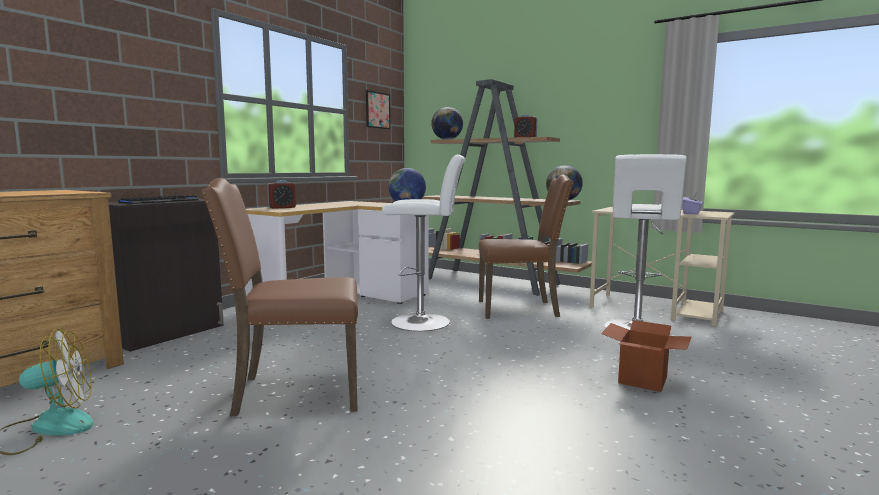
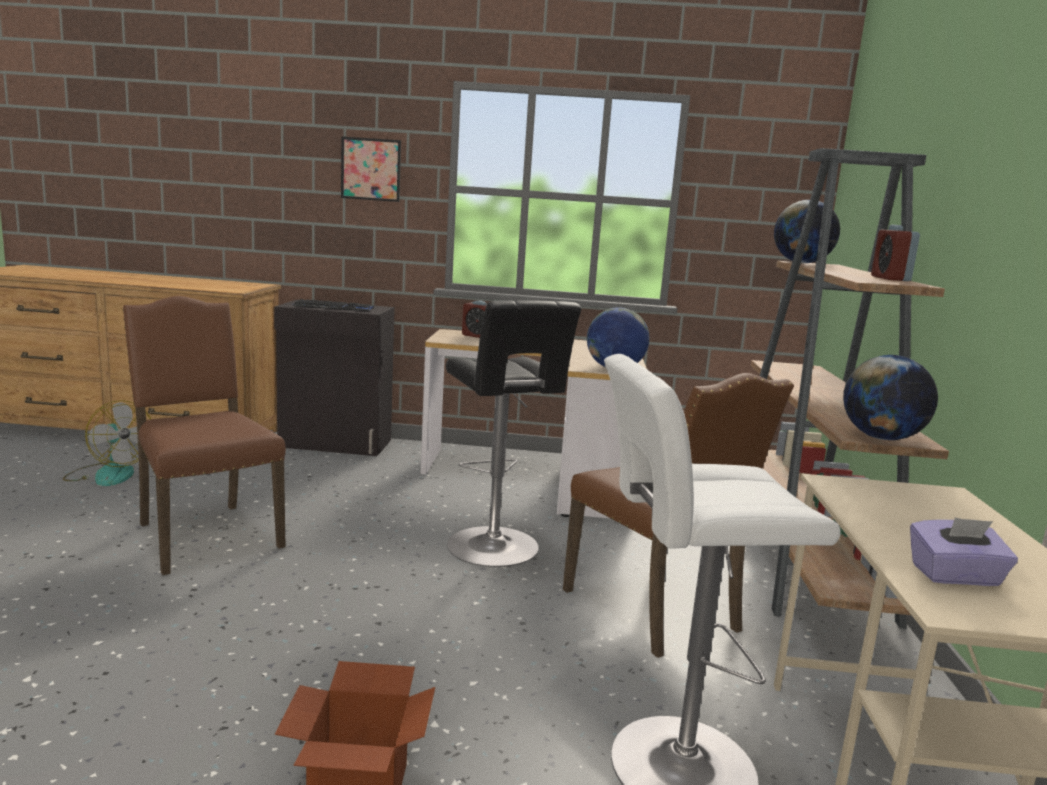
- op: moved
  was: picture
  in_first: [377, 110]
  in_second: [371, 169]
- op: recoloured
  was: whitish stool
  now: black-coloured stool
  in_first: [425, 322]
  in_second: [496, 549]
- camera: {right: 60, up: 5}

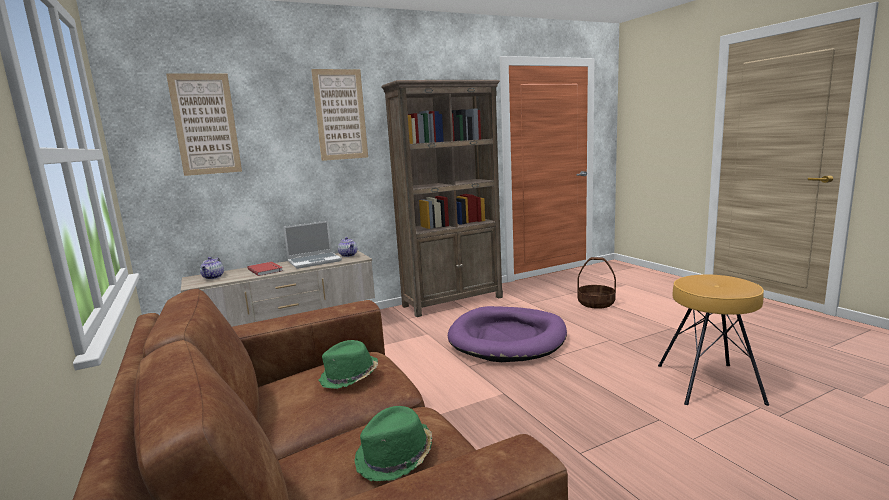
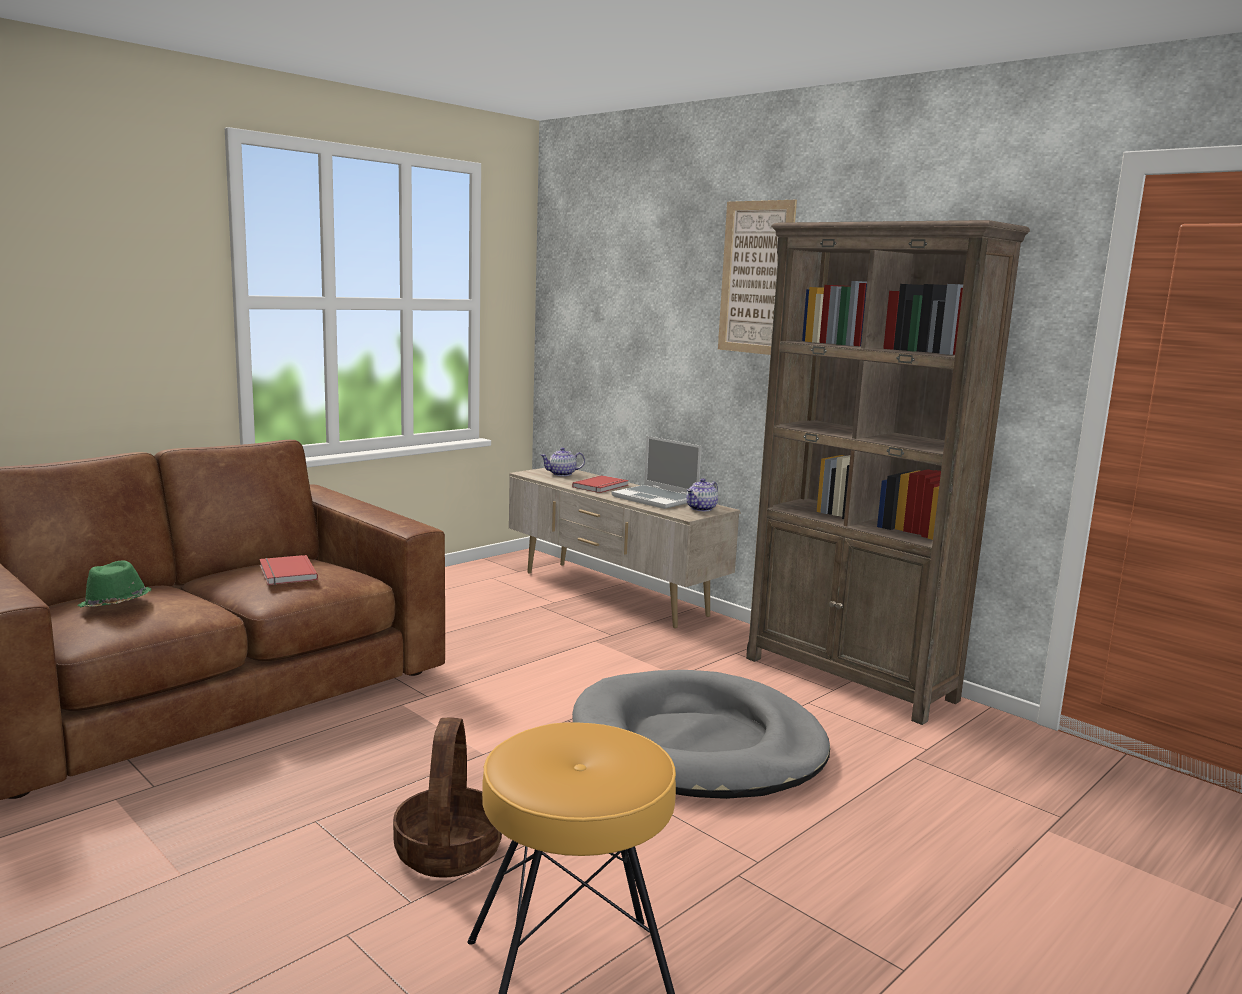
- op: replaced
  was: green hat
  now: red-coloured volume
  in_first: [349, 377]
  in_second: [285, 573]
- op: moved
  was: basket
  in_first: [596, 303]
  in_second: [449, 851]
- op: recoloured
  was: purple dog bed
  now: greyish dog bed
  in_first: [507, 338]
  in_second: [697, 744]
- op: removed
  was: picture
  in_first: [205, 124]
- camera: {right: 70, up: 0}

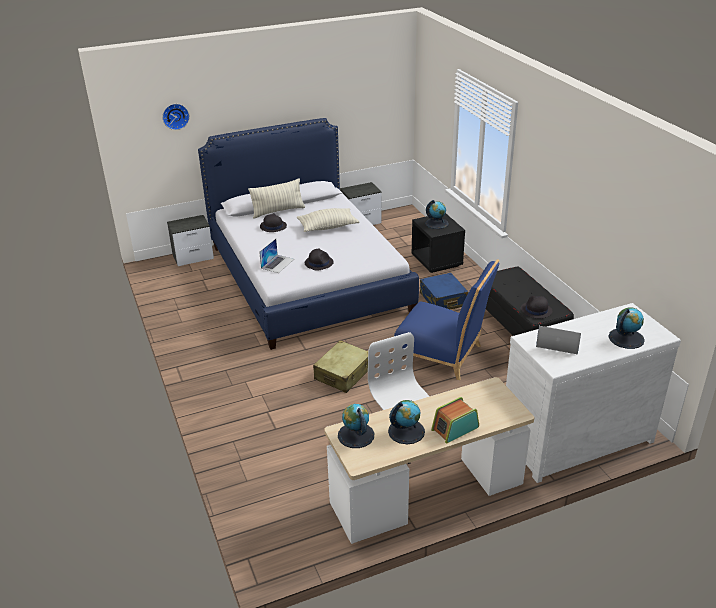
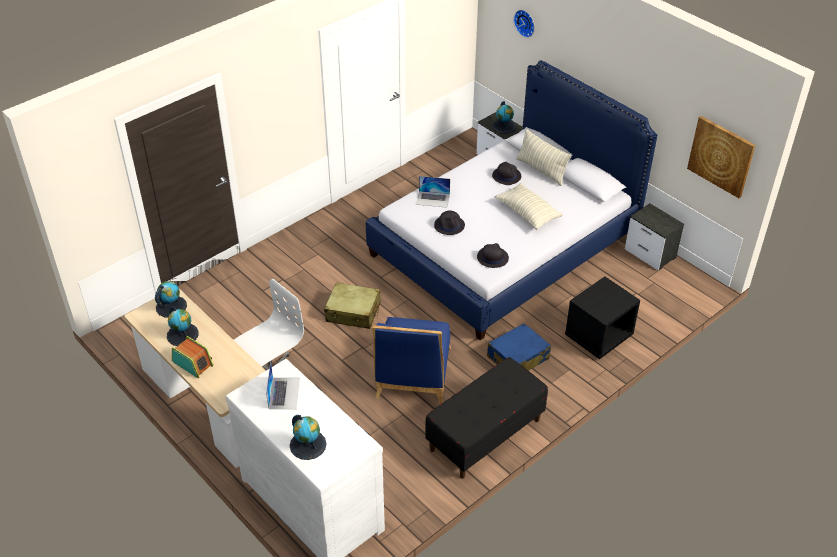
- op: moved
  was: black-coloured hat
  in_first: [536, 310]
  in_second: [492, 257]
- op: moved
  was: desk globe
  in_first: [437, 223]
  in_second: [504, 126]
- op: added
  now: picture
  in_second: [721, 156]
- camera: {right: 70, up: 10}

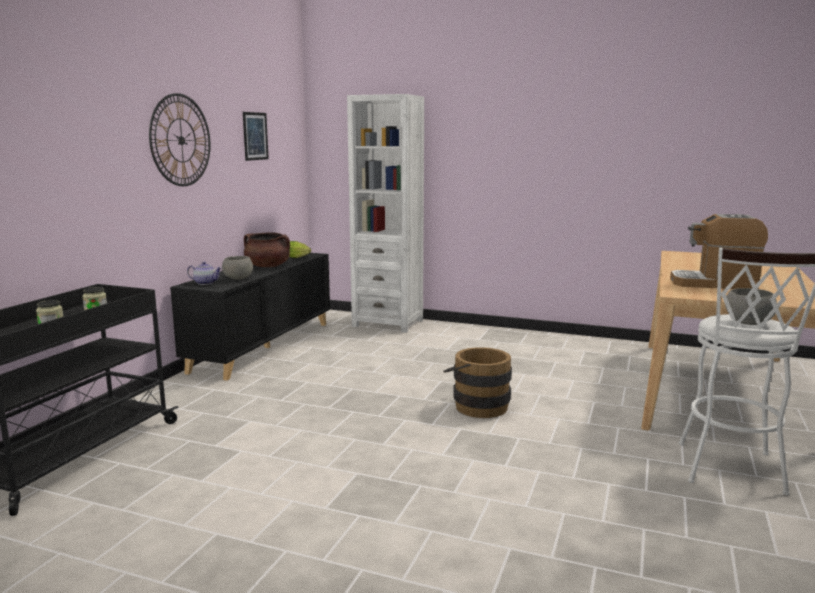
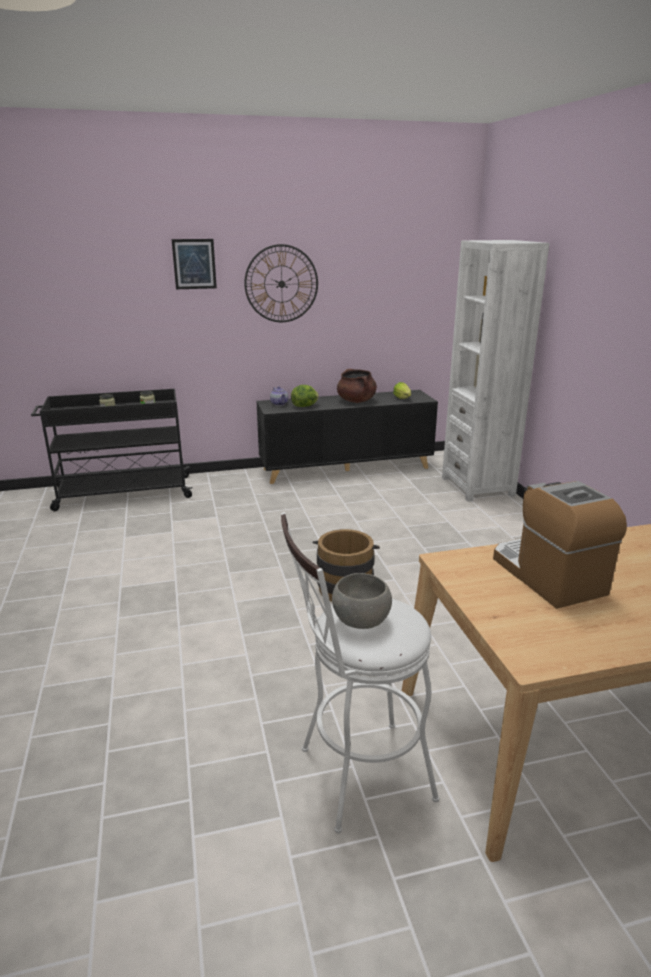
- op: moved
  was: picture
  in_first: [255, 136]
  in_second: [194, 264]
- op: replaced
  was: greyish serving bowl
  now: head of lettuce
  in_first: [237, 279]
  in_second: [305, 406]
- camera: {right: 55, up: 10}

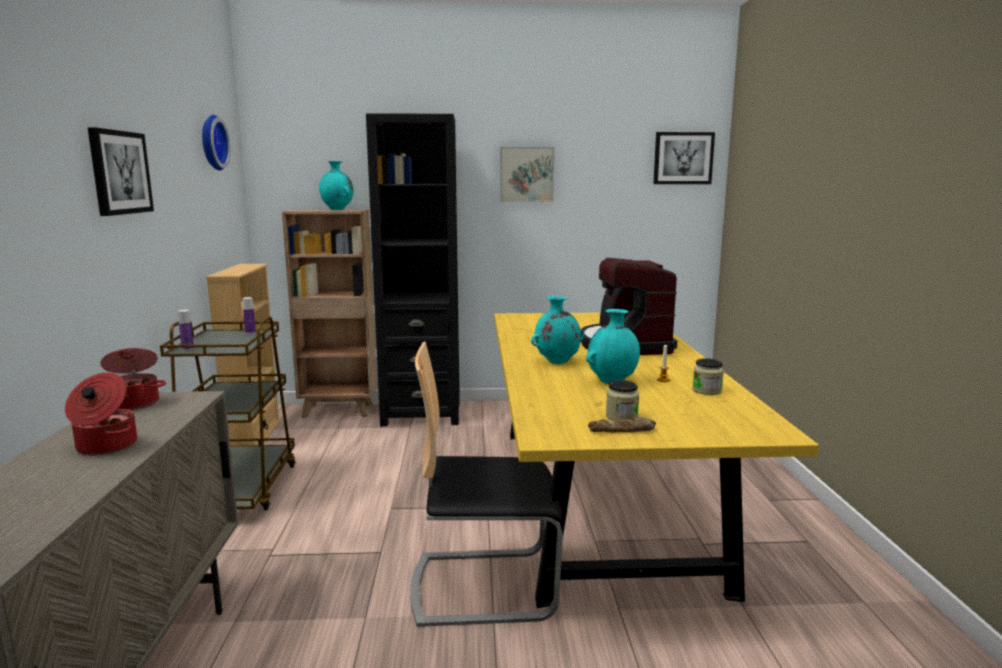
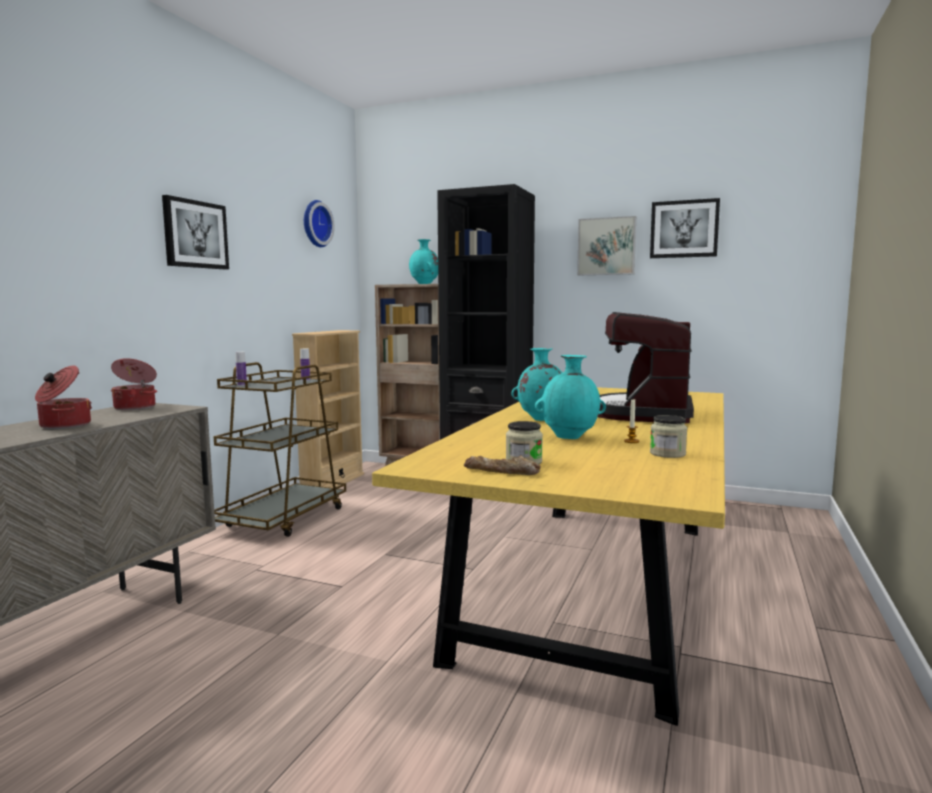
- op: moved
  was: picture
  in_first: [683, 158]
  in_second: [684, 229]
- op: removed
  was: upright chair
  in_first: [483, 585]
- camera: {right: 25, up: -5}

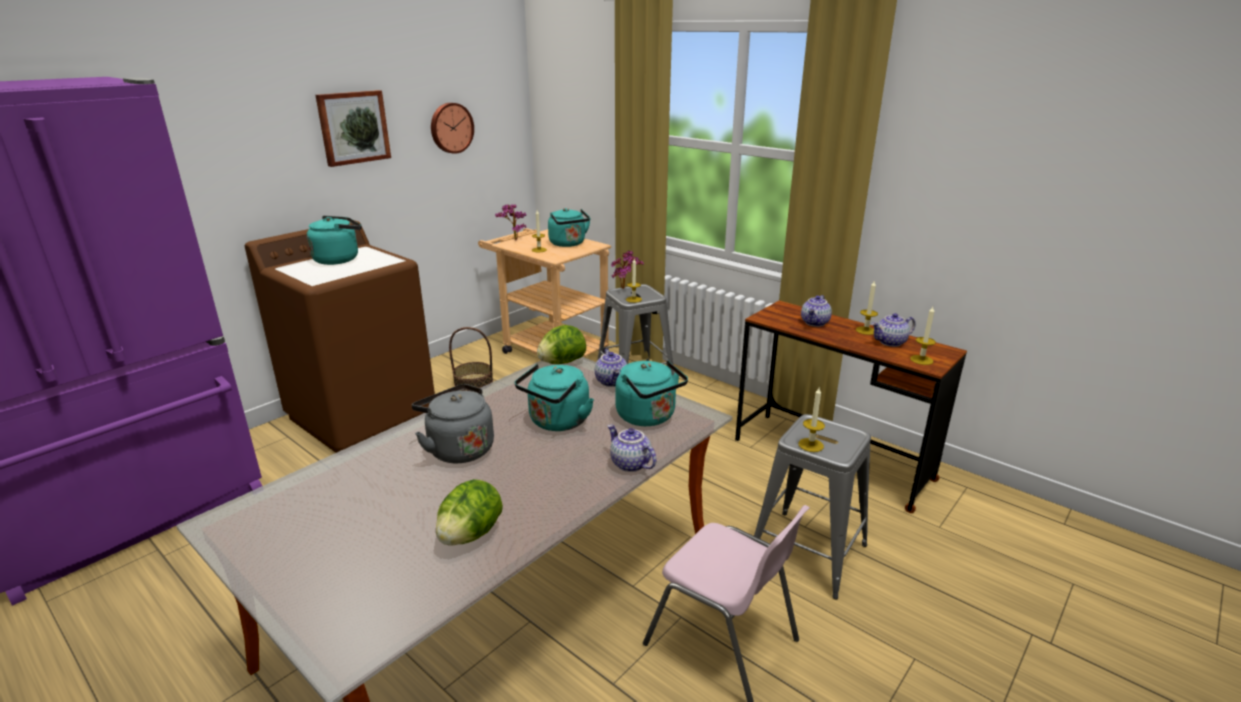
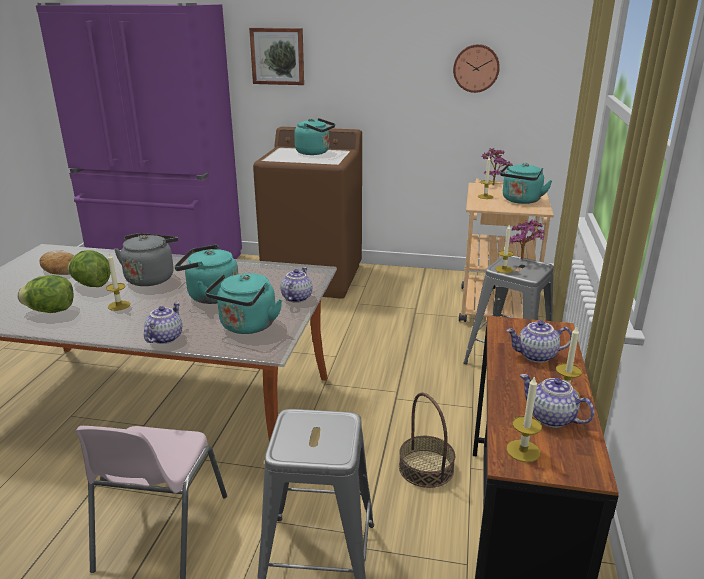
- op: added
  now: bread
  in_second: [60, 270]
- op: moved
  was: head of lettuce
  in_first: [562, 362]
  in_second: [91, 285]
- op: moved
  was: candle
  in_first: [811, 445]
  in_second: [119, 305]
- op: moved
  was: picture
  in_first: [353, 127]
  in_second: [278, 56]
- op: turned
  was: pot for tea
  in_first: [612, 382]
  in_second: [296, 297]
  clockwise: 150
- op: moved
  was: basket
  in_first: [473, 382]
  in_second: [426, 468]
- camera: {right: 60, up: 0}

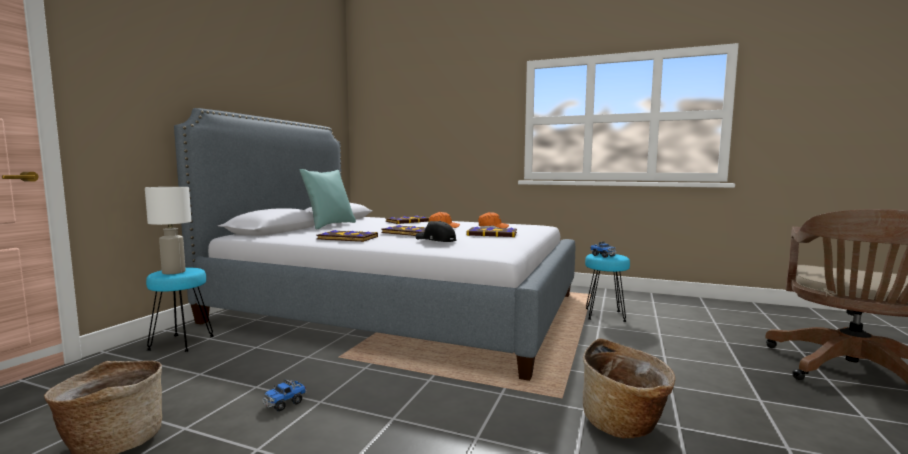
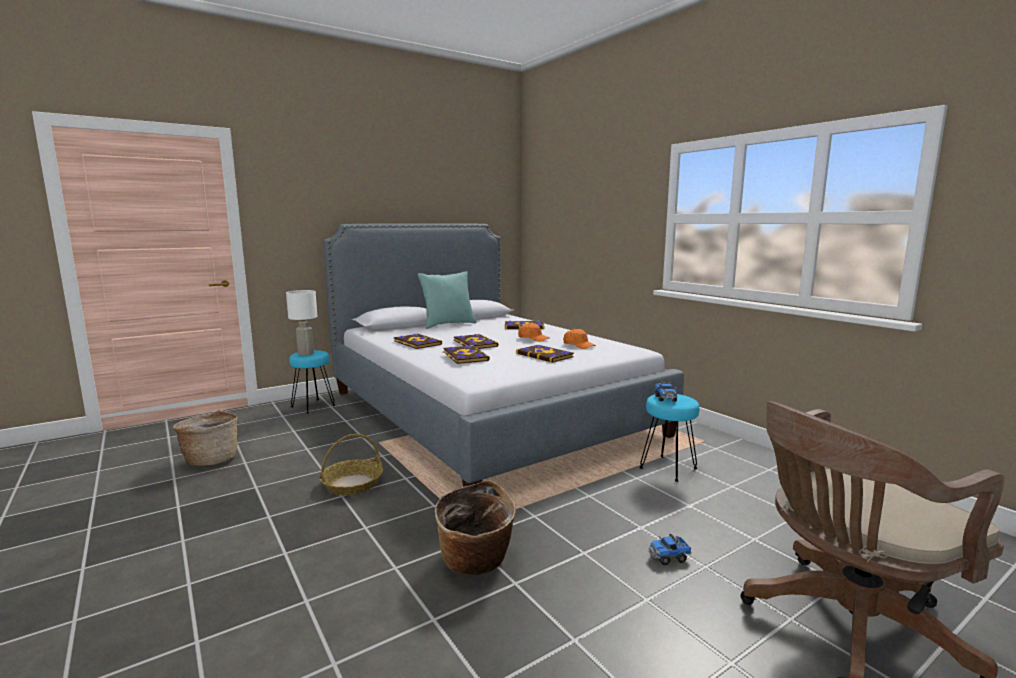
- op: added
  now: basket
  in_second: [352, 484]
- op: replaced
  was: black-coloured peaked cap
  now: volume
  in_first: [435, 240]
  in_second: [464, 356]
- op: moved
  was: toy truck
  in_first: [285, 403]
  in_second: [668, 557]
- camera: {right: 35, up: 5}

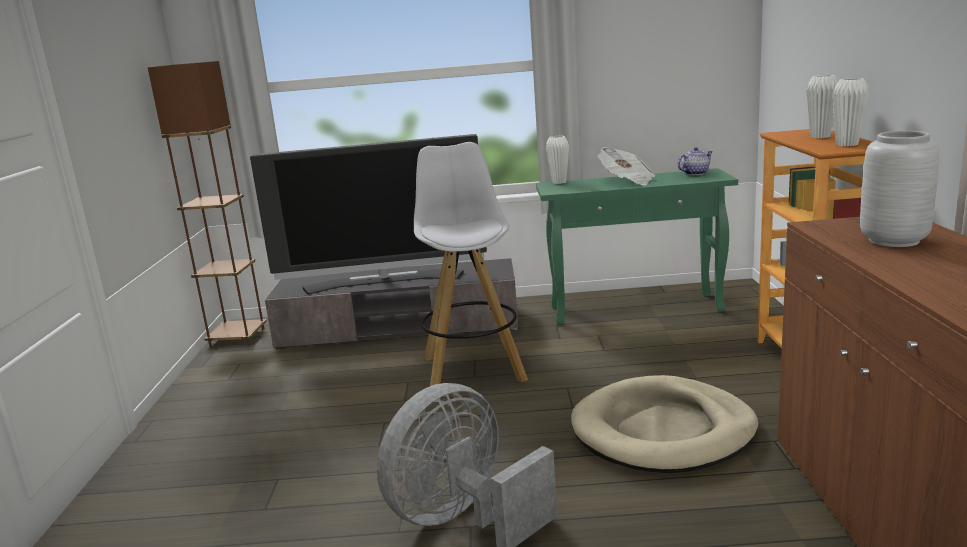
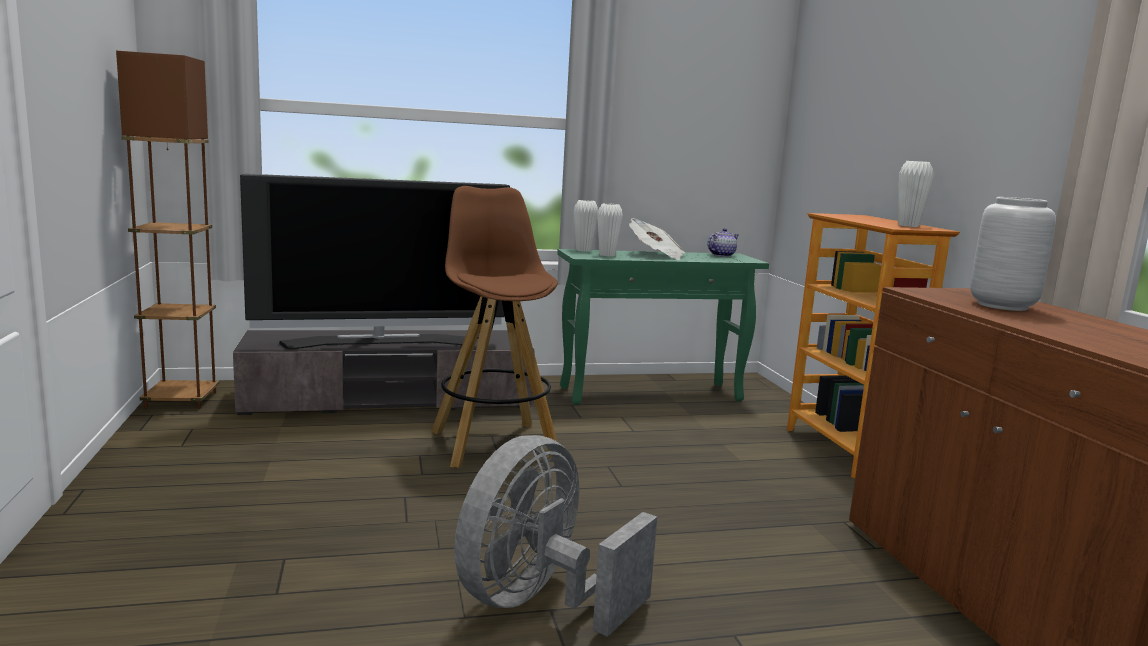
- op: recoloured
  was: whitish stool
  now: brownish stool
  in_first: [473, 368]
  in_second: [493, 444]
- op: moved
  was: whitish vase
  in_first: [820, 136]
  in_second: [607, 255]
- op: removed
  was: beige dog bed
  in_first: [663, 431]
- camera: {right: -15, up: -5}

